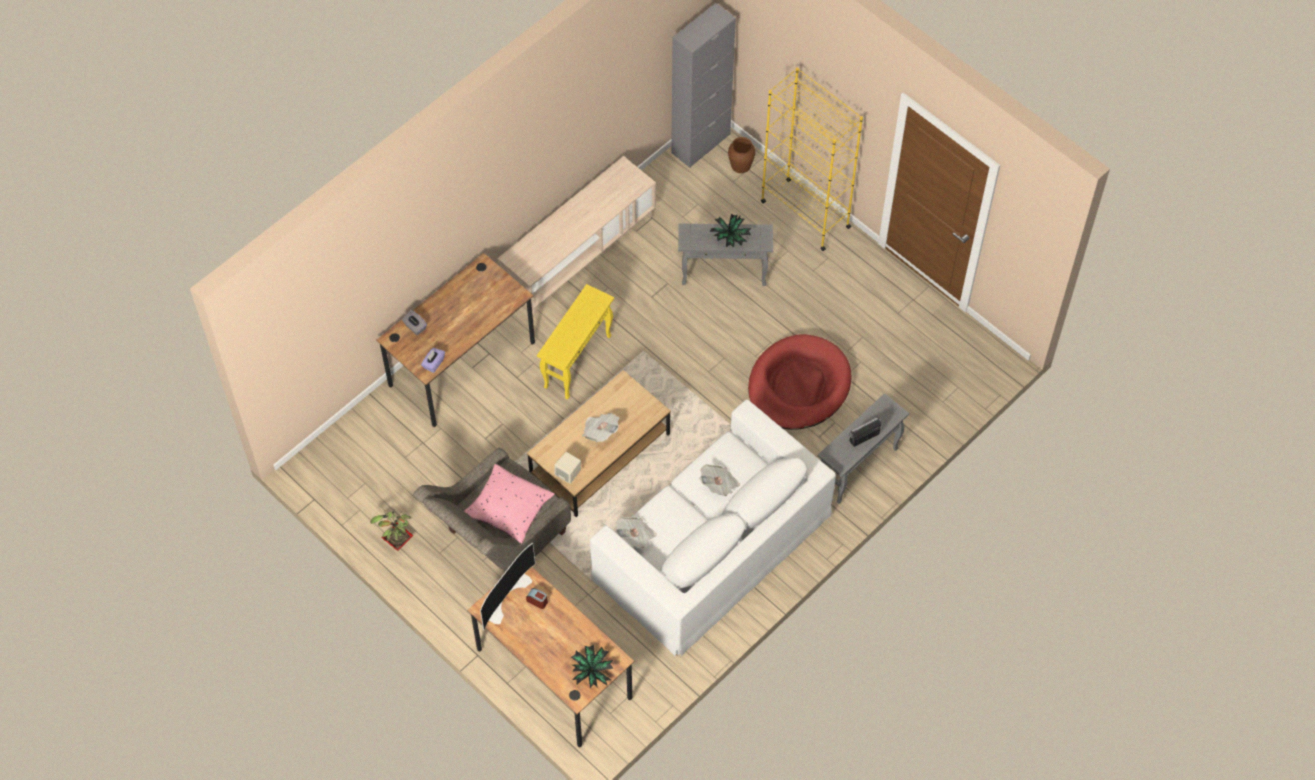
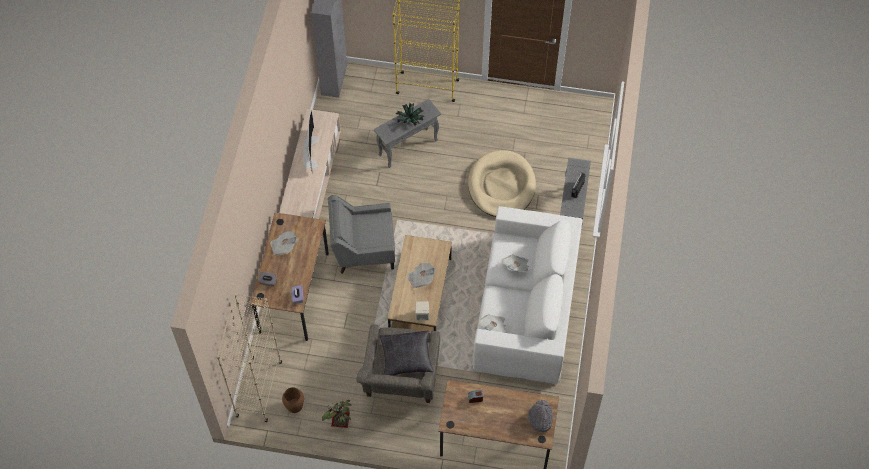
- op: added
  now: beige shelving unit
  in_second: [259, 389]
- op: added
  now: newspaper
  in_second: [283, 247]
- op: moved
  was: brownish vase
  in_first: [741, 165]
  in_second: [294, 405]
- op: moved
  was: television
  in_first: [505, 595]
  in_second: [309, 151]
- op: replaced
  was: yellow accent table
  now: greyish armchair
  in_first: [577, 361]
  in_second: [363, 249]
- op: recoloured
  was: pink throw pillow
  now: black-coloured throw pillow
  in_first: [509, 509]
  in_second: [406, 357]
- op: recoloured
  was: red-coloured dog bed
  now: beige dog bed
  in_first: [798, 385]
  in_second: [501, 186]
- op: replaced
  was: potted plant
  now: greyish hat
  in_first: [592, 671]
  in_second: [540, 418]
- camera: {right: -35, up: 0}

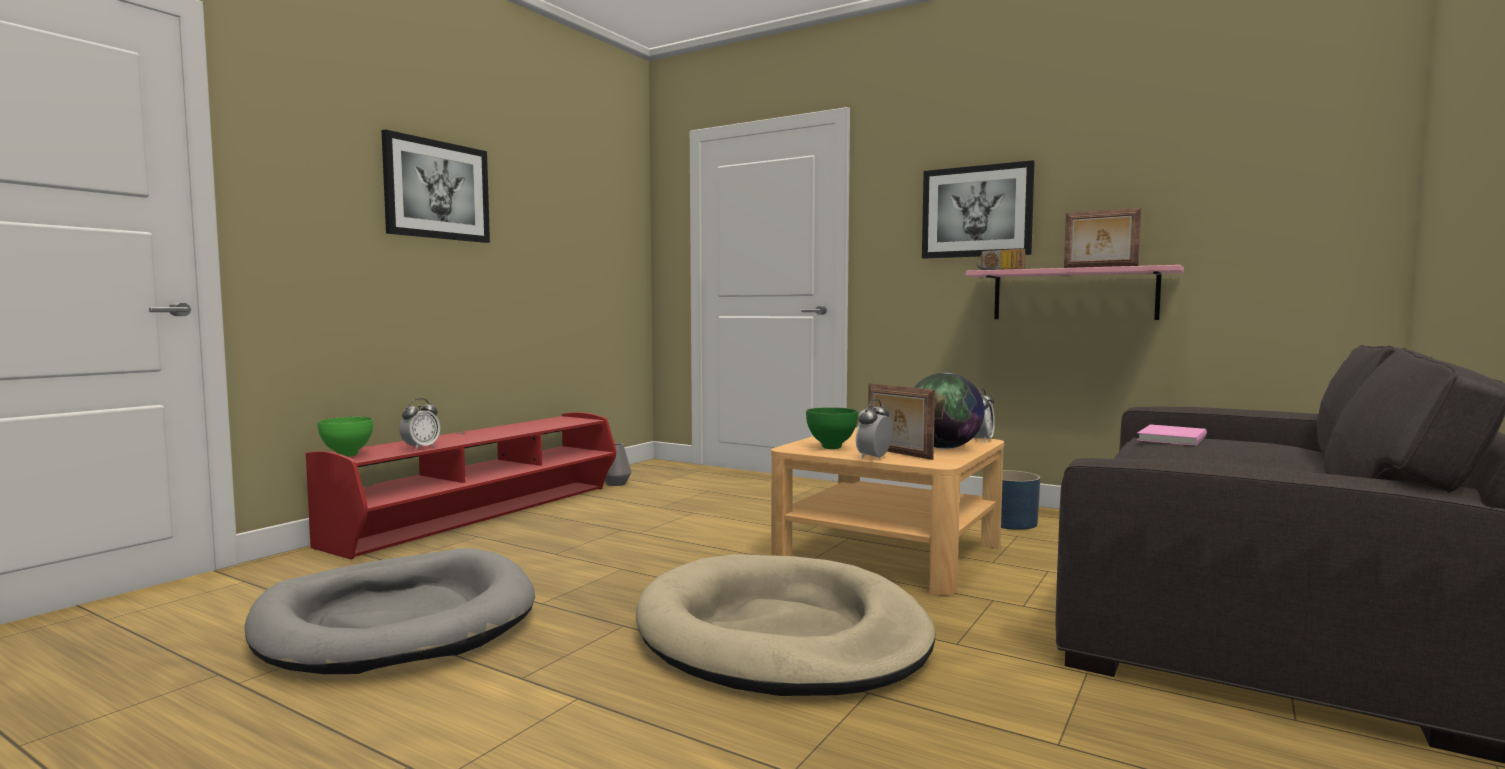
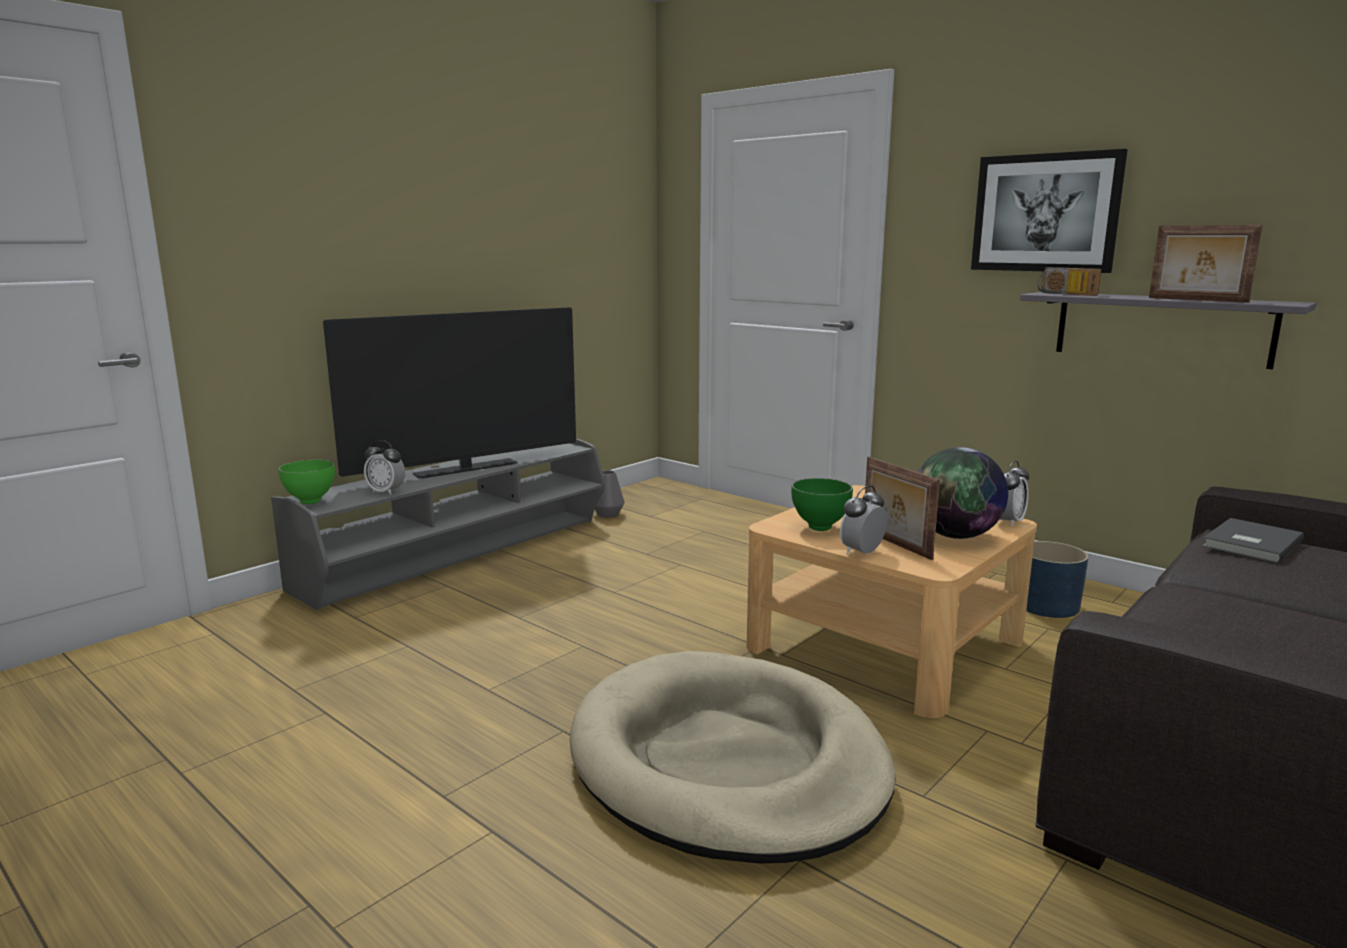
- op: recoloured
  was: red-coloured tv stand
  now: greyish tv stand
  in_first: [485, 515]
  in_second: [461, 554]
- op: added
  now: television
  in_second: [466, 469]
- op: turned
  was: table clock
  in_first: [420, 448]
  in_second: [386, 492]
  clockwise: 75
- op: recoloured
  was: pink shelf
  now: greyish shelf
  in_first: [1073, 294]
  in_second: [1161, 328]
- op: recoloured
  was: pink volume
  now: greyish volume
  in_first: [1169, 438]
  in_second: [1249, 543]
- op: removed
  was: greyish dog bed
  in_first: [397, 621]
- op: removed
  was: picture
  in_first: [437, 190]
- camera: {right: 10, up: 10}

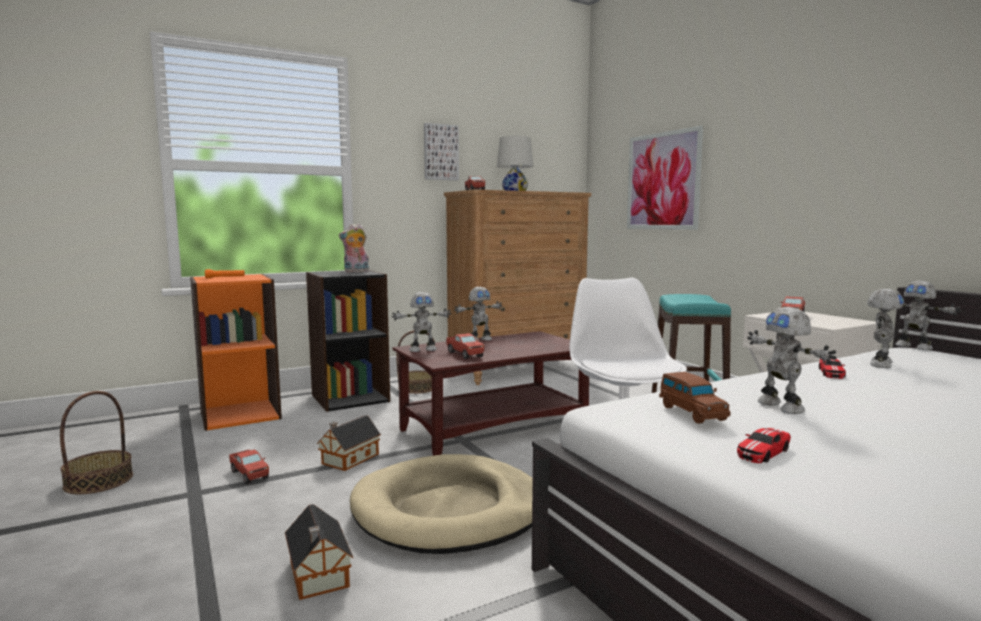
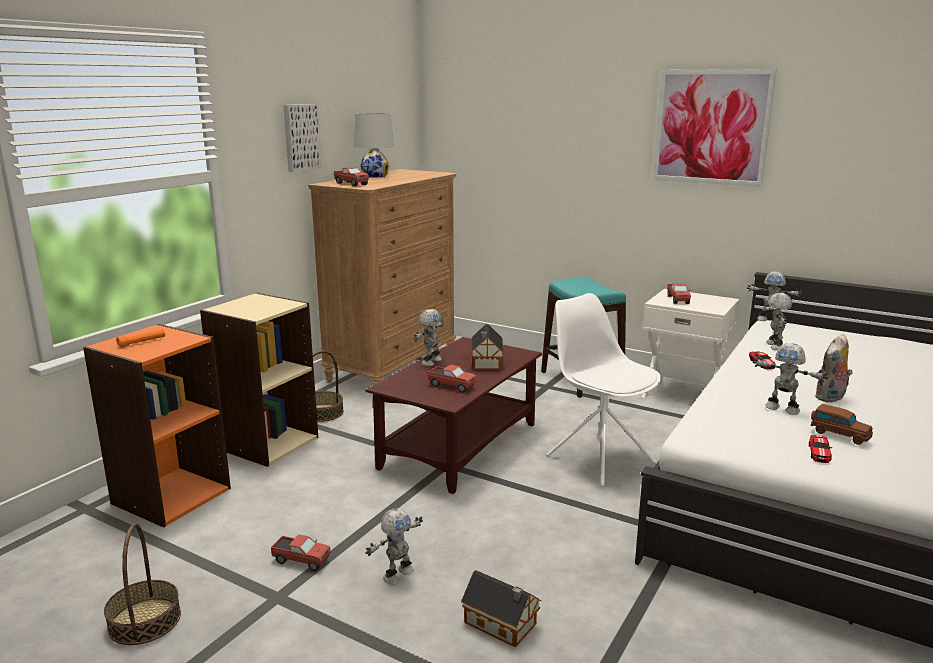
- op: recoloured
  was: black-coloured shelving unit
  now: beige shelving unit
  in_first: [350, 398]
  in_second: [267, 442]
- op: moved
  was: toy robot
  in_first: [422, 350]
  in_second: [397, 574]
- op: moved
  was: toy house
  in_first: [348, 459]
  in_second: [486, 362]
- op: moved
  was: picture
  in_first: [663, 181]
  in_second: [711, 127]
- op: moved
  was: brownish miniature car
  in_first: [691, 412]
  in_second: [839, 434]
- op: moved
  was: cuddly toy
  in_first: [356, 272]
  in_second: [831, 398]
- op: removed
  was: beige dog bed
  in_first: [450, 510]
- camera: {right: -30, up: 10}

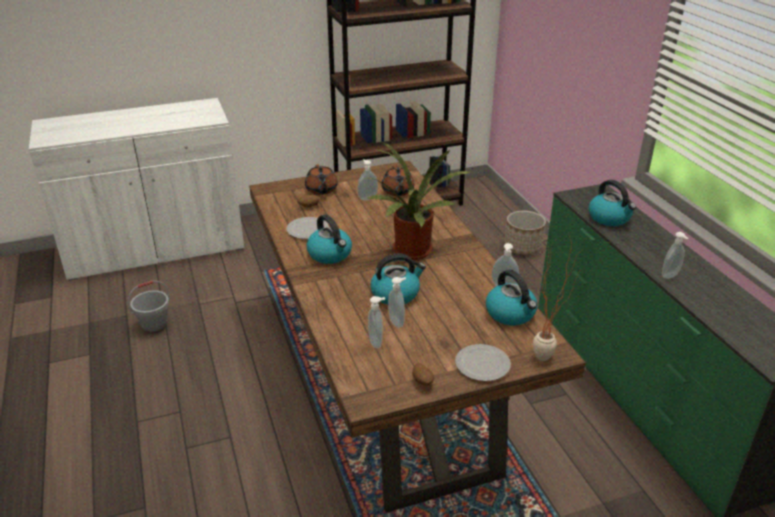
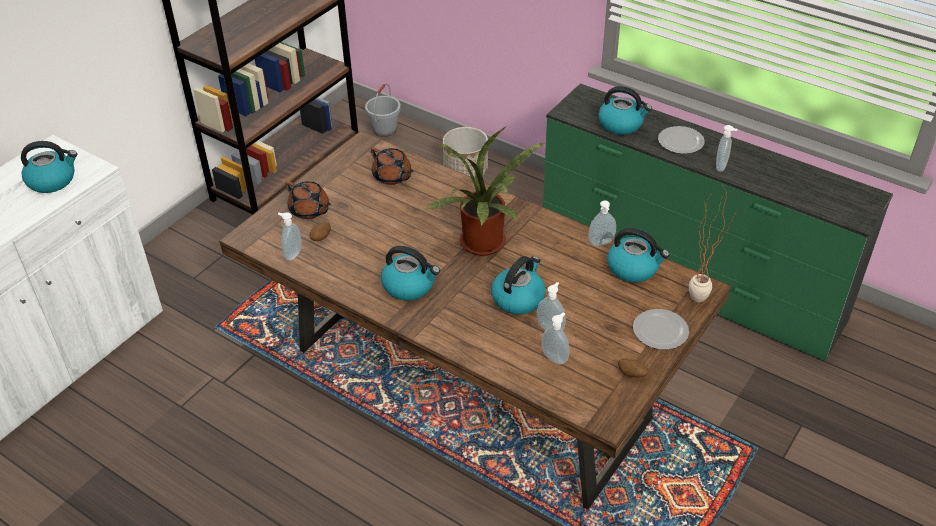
- op: added
  now: tea kettle
  in_second: [53, 180]
- op: moved
  was: soap dispenser
  in_first: [367, 198]
  in_second: [292, 254]
- op: moved
  was: greyish water bucket
  in_first: [154, 325]
  in_second: [384, 130]
- op: moved
  was: flat dish
  in_first: [307, 230]
  in_second: [681, 142]
- camera: {right: -35, up: 10}

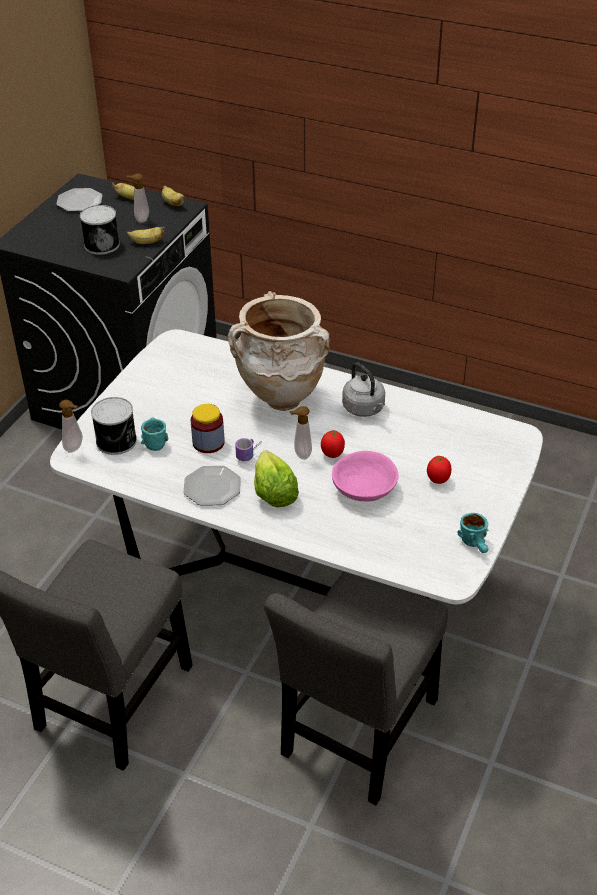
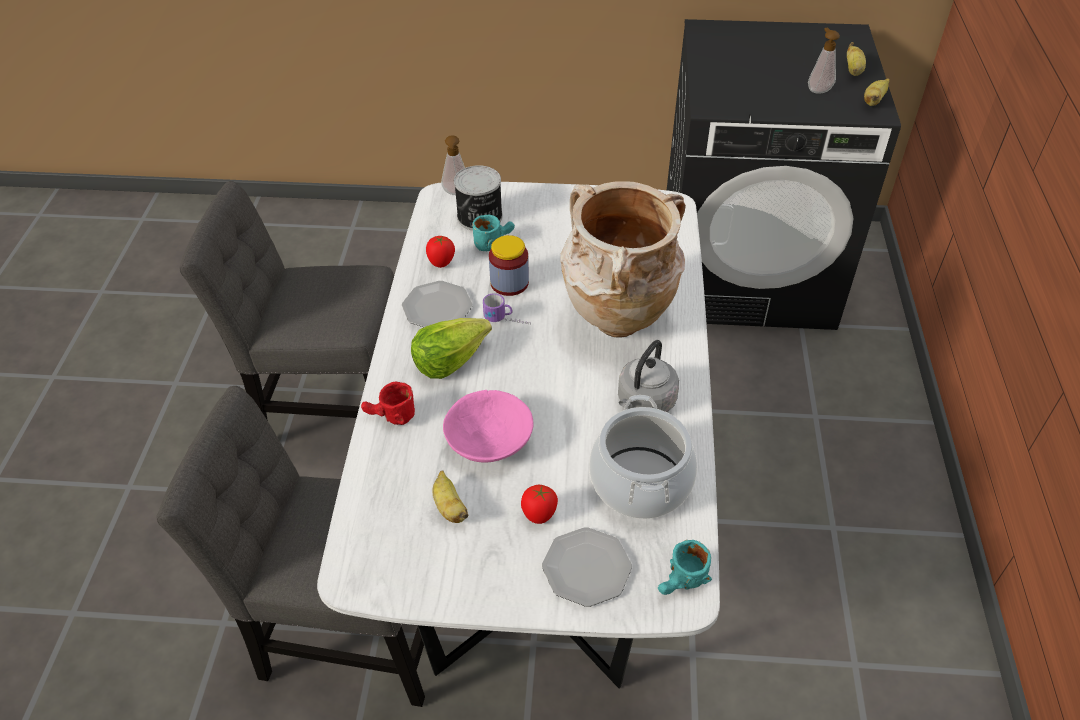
- op: added
  now: red-coloured tea mug
  in_second: [390, 418]
- op: moved
  was: fresh tomato
  in_first: [332, 454]
  in_second: [441, 263]
- op: moved
  was: banana fruit
  in_first: [146, 242]
  in_second: [449, 507]
- op: moved
  was: flat dish
  in_first: [80, 201]
  in_second: [587, 568]
- op: added
  now: stockpot
  in_second: [641, 482]
- op: moved
  was: turquoise-coloured tea mug
  in_first: [476, 545]
  in_second: [682, 584]
- op: removed
  was: metal can
  in_first: [102, 244]
- op: removed
  was: soap dispenser
  in_first: [301, 454]
- camera: {right: 70, up: 5}

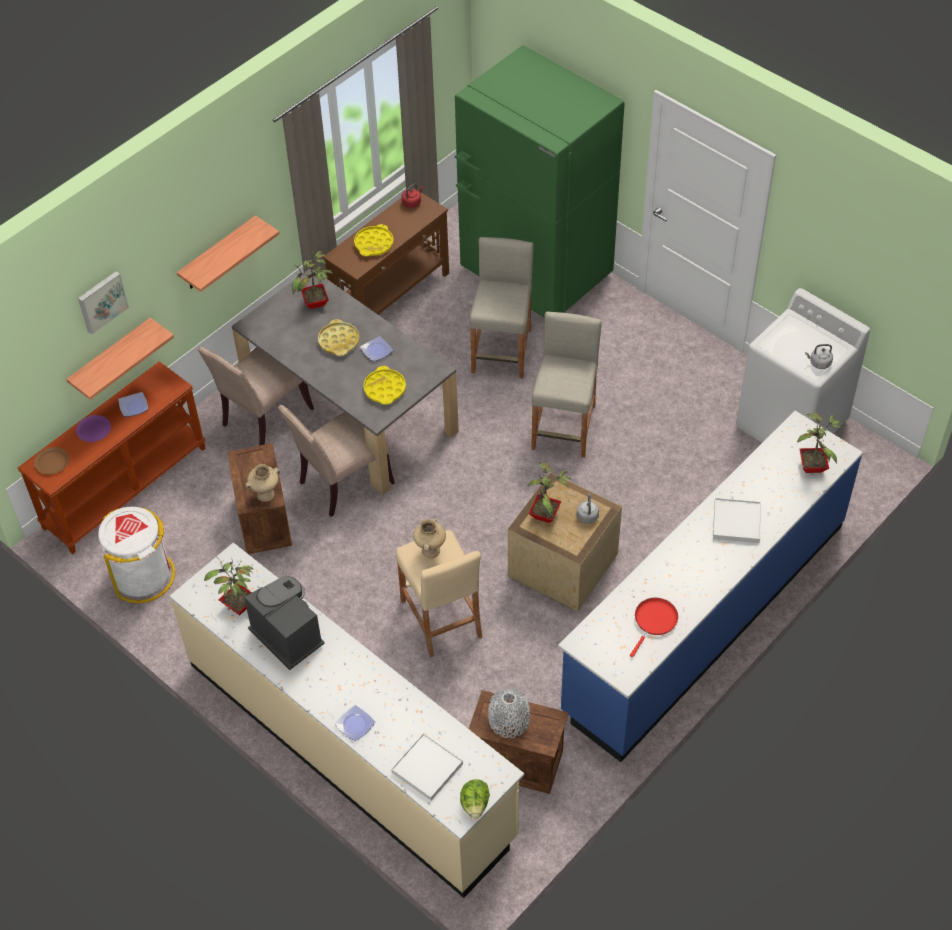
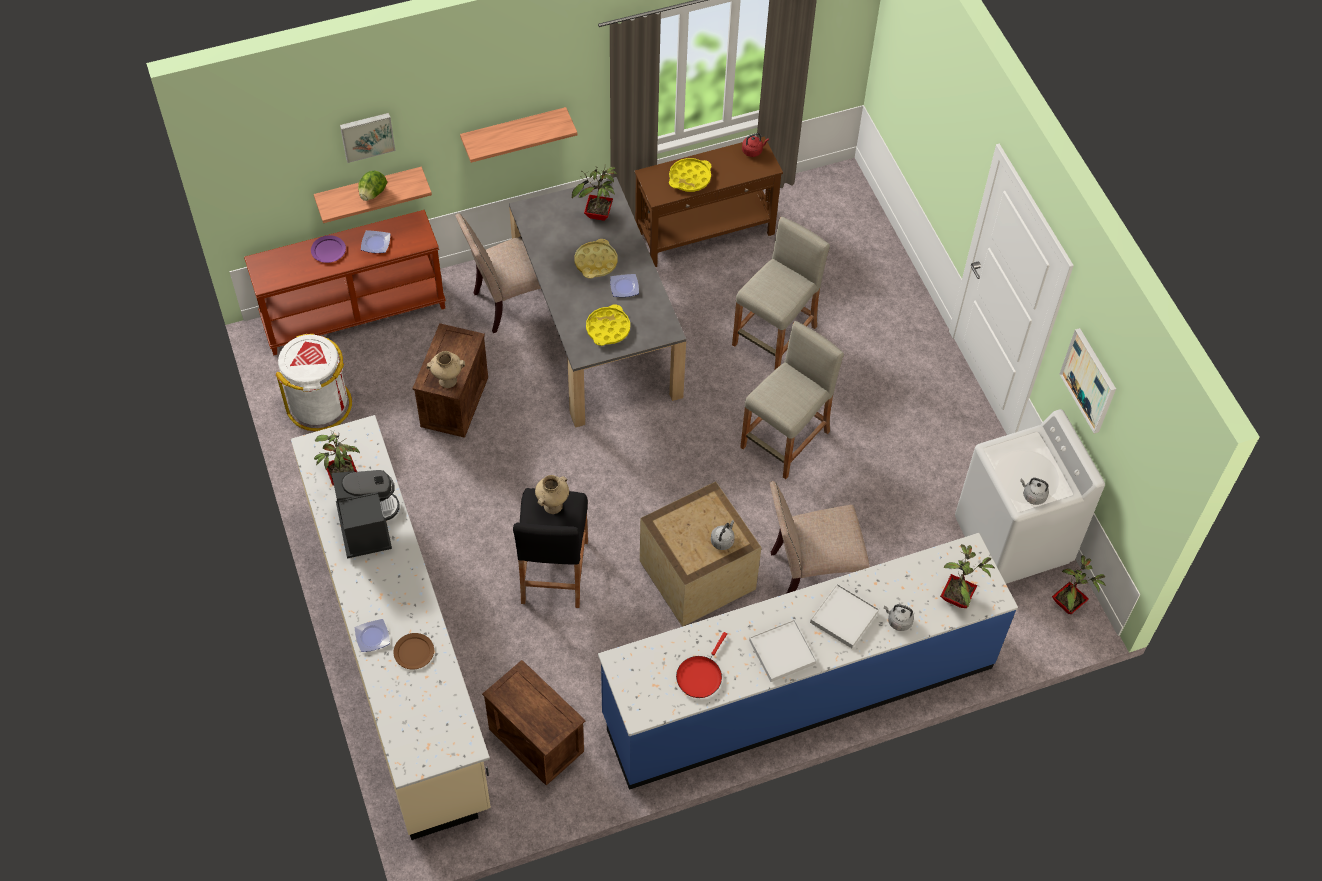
- op: moved
  was: head of lettuce
  in_first: [475, 804]
  in_second: [373, 193]
- op: moved
  was: brownish flat dish
  in_first: [52, 462]
  in_second: [413, 652]
- op: recoloured
  was: beige stool
  now: black-coloured stool
  in_first: [441, 618]
  in_second: [553, 571]
- op: turned
  was: red-coloured pan
  in_first: [654, 621]
  in_second: [700, 675]
  clockwise: 150
- op: moved
  was: whitish serving tray
  in_first: [427, 768]
  in_second: [782, 652]
- op: moved
  was: beige upright chair
  in_first: [342, 483]
  in_second: [811, 573]
- op: added
  now: greyish tea kettle
  in_second: [898, 621]
- op: moved
  was: potted plant
  in_first: [546, 516]
  in_second: [1068, 605]
- op: added
  now: picture
  in_second: [1089, 380]
- op: removed
  was: green fridge
  in_first: [535, 273]
- op: removed
  was: greyish vase
  in_first: [509, 720]
- camera: {right: 25, up: 5}

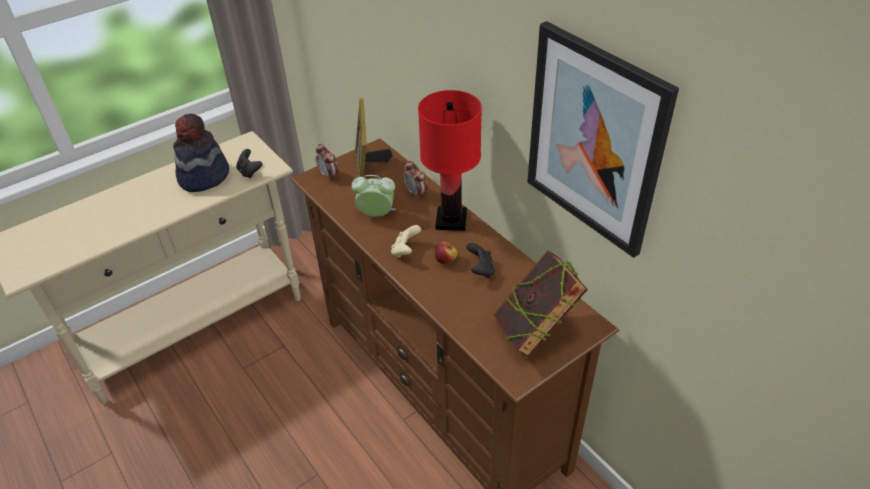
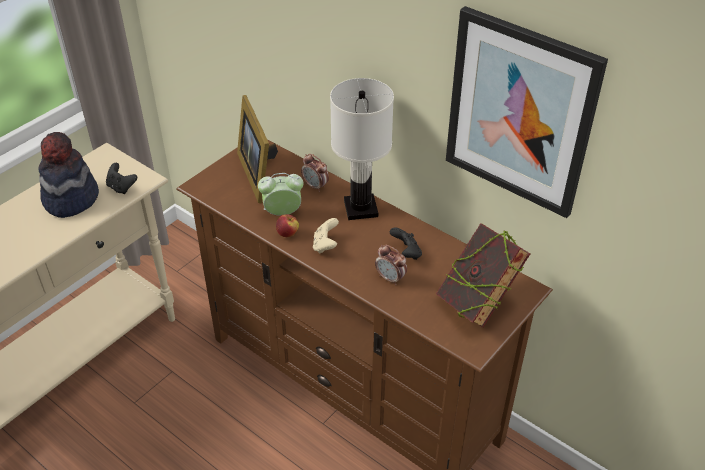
- op: moved
  was: whole apple
  in_first: [446, 260]
  in_second: [288, 233]
- op: recoloured
  was: red-coloured lamp for a table
  now: whitish lamp for a table
  in_first: [452, 220]
  in_second: [361, 208]
- op: moved
  was: table clock
  in_first: [328, 175]
  in_second: [390, 278]
- camera: {right: -15, up: 0}

